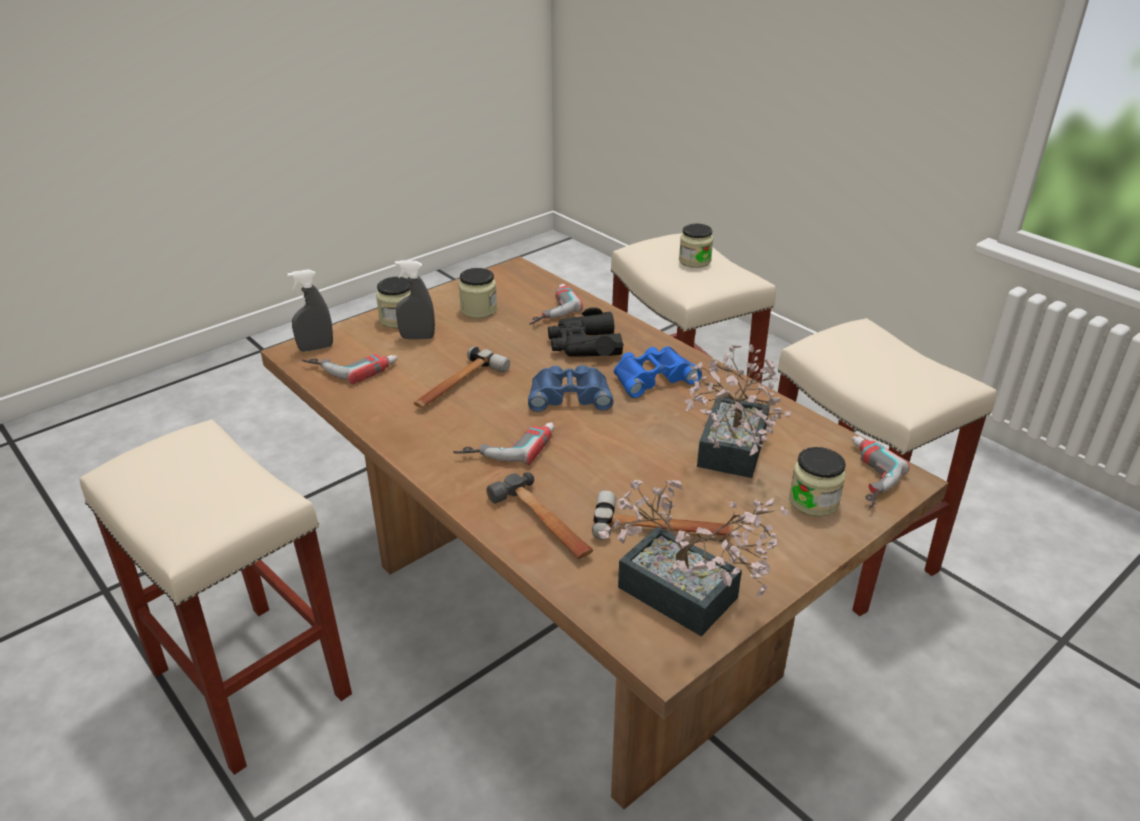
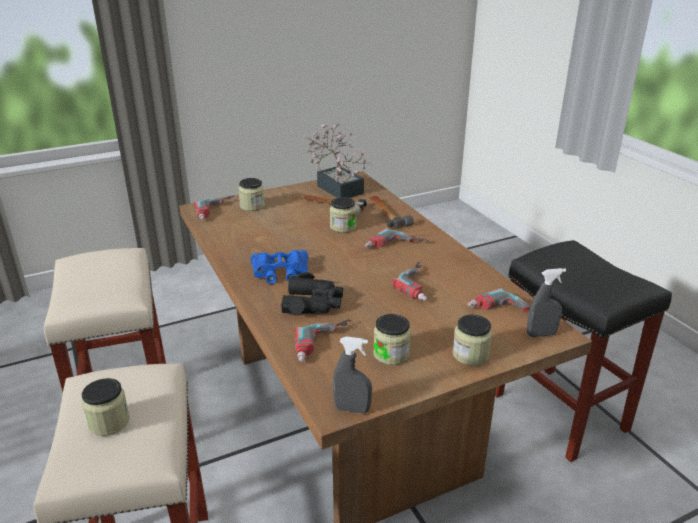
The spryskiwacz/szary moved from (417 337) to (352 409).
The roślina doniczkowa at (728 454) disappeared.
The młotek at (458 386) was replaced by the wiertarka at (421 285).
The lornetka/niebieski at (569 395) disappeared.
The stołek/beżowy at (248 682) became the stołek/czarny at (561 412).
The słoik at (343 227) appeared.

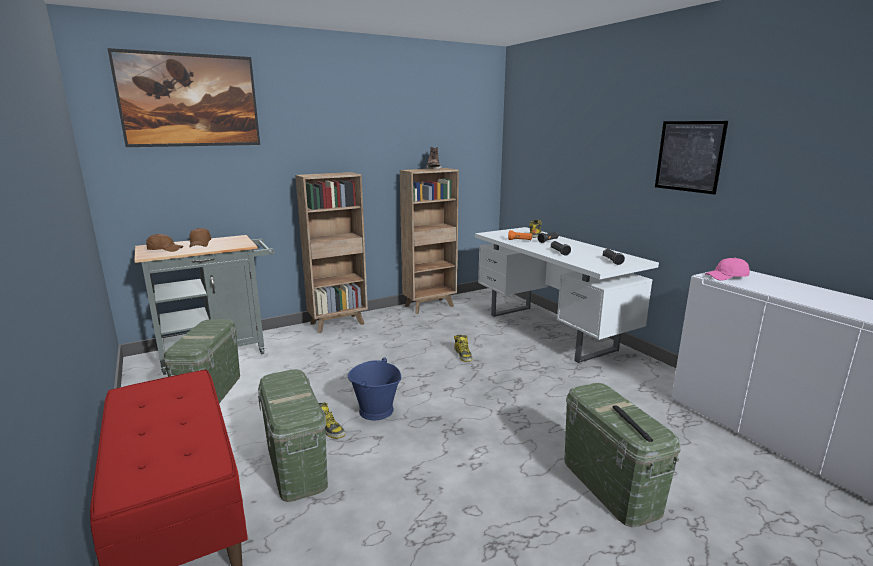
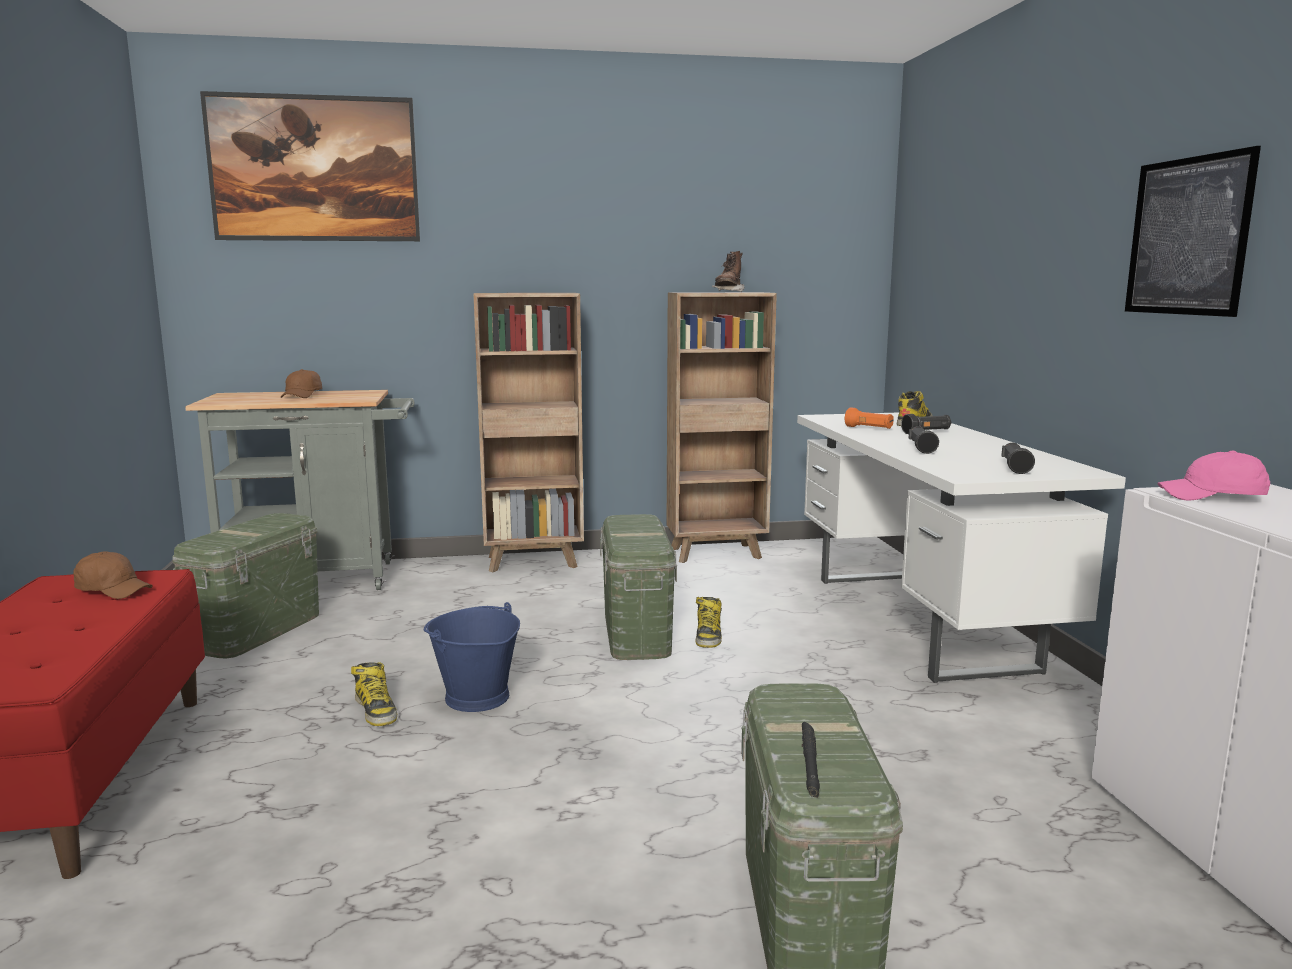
The czapka z daszkiem/brązowy moved from (165 250) to (114 590).
The pojemnik do przechowywania/zielony moved from (296 465) to (637 633).

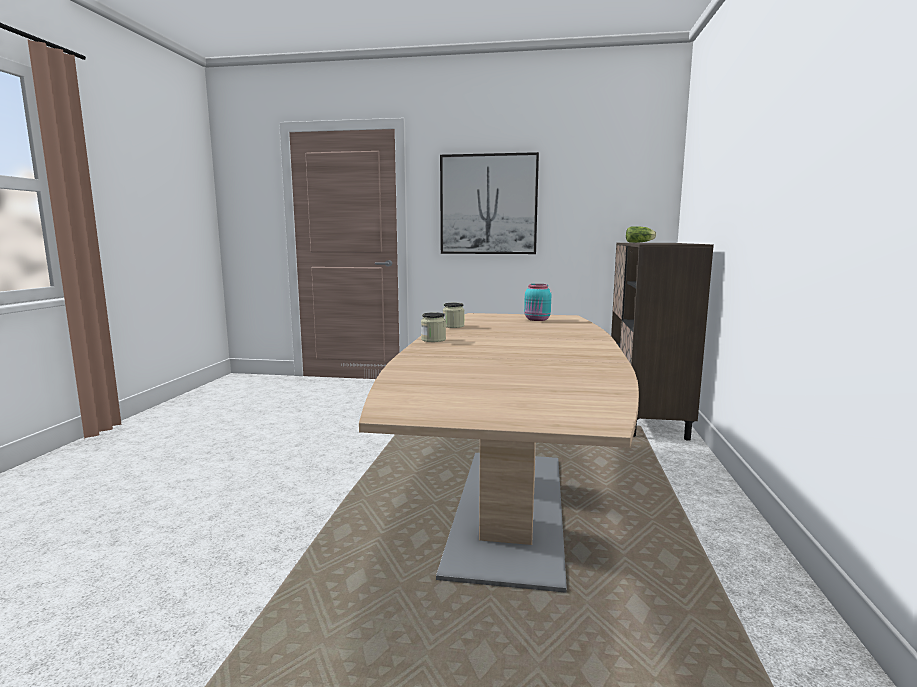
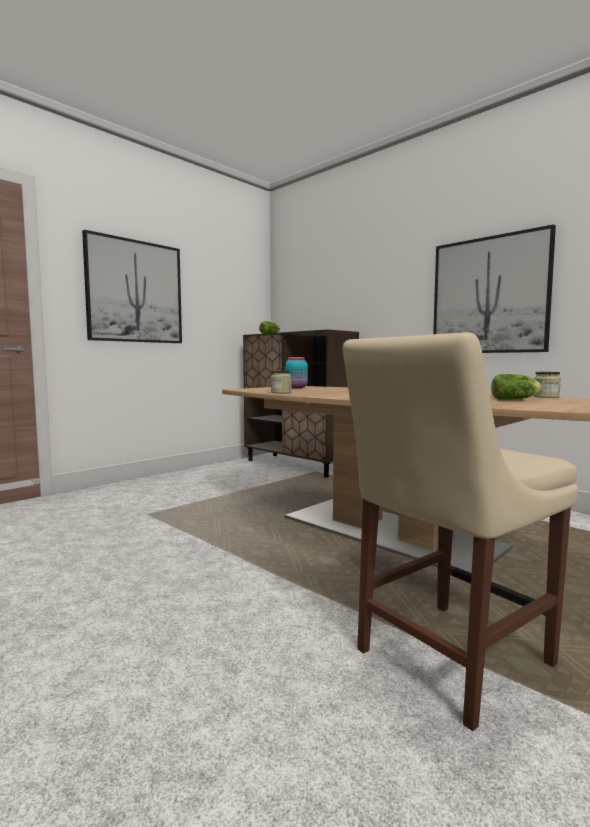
The słoik moved from (433 340) to (546 397).
The obraz at (489 295) appeared.
The krzesło/beżowy at (446 659) appeared.
The sałata at (516 399) appeared.

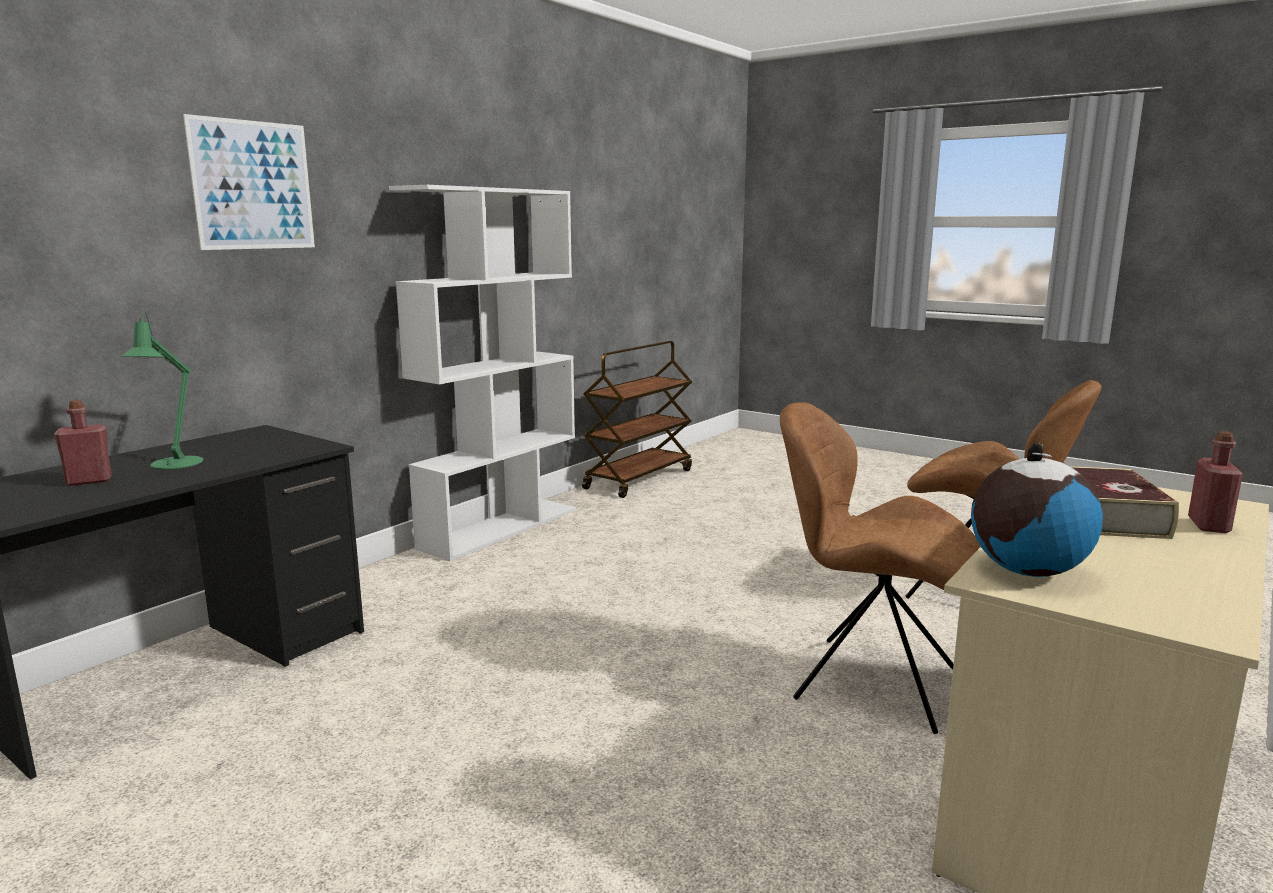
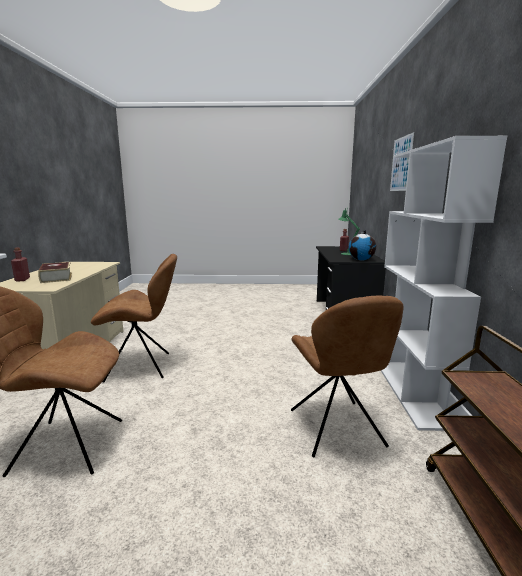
The globus moved from (1026 571) to (361 260).
The krzesło/brązowy at (337 430) appeared.

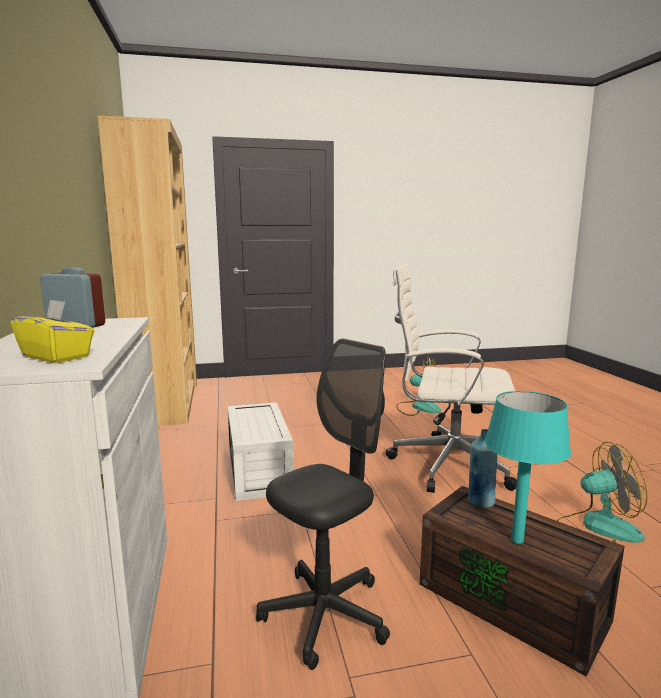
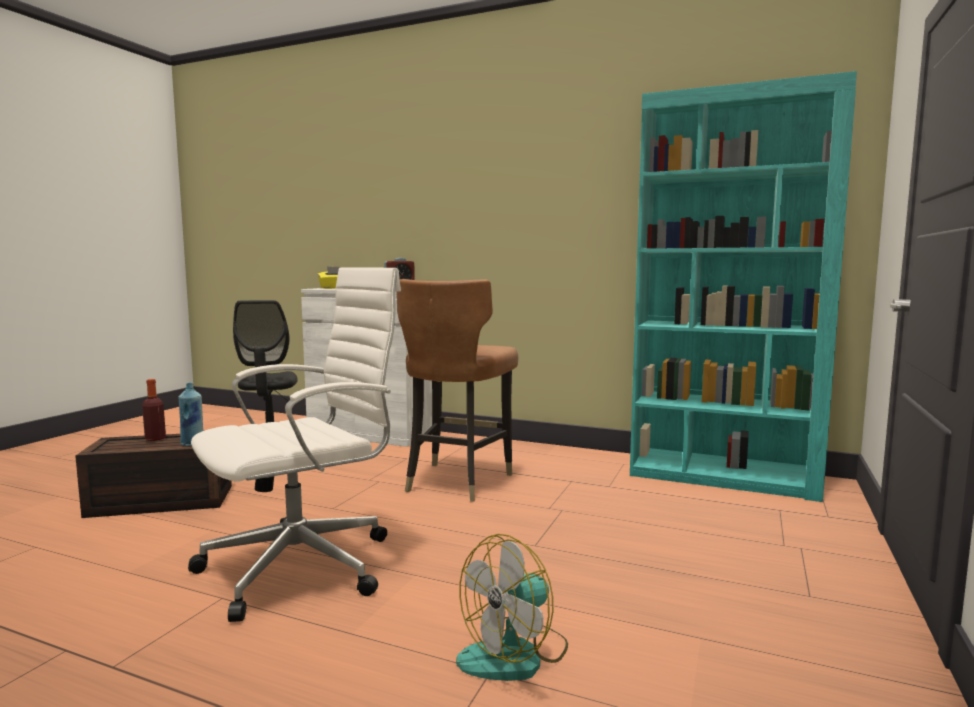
The regał/brązowy at (167 403) became the regał/turkusowy at (723 476).
The lampa stołowa/turkusowy at (518 539) was replaced by the butelka at (155 438).
The pojemnik do przechowywania/biały at (261 471) was replaced by the krzesło/brązowy at (457 481).
The wentylator at (598 529) disappeared.

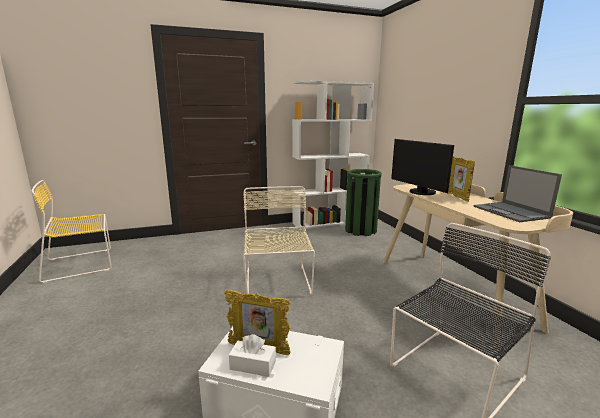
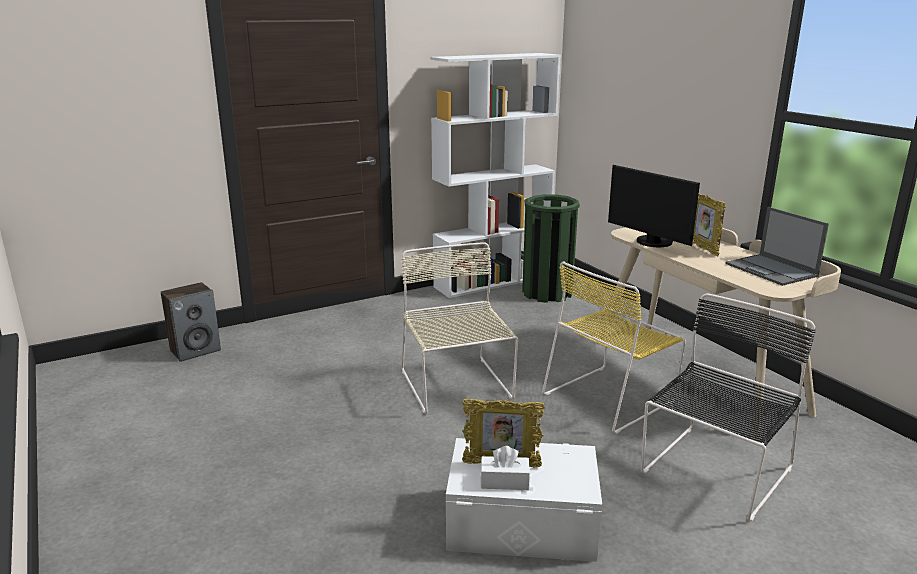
The krzesło/żółty moved from (82 264) to (611 396).
The głośnik at (195 350) appeared.

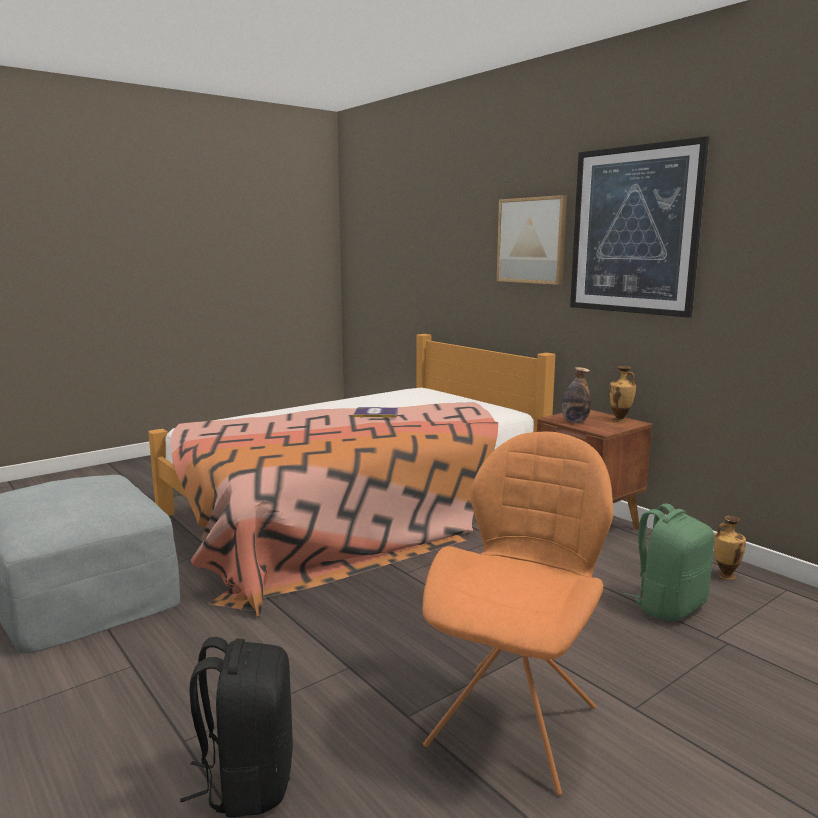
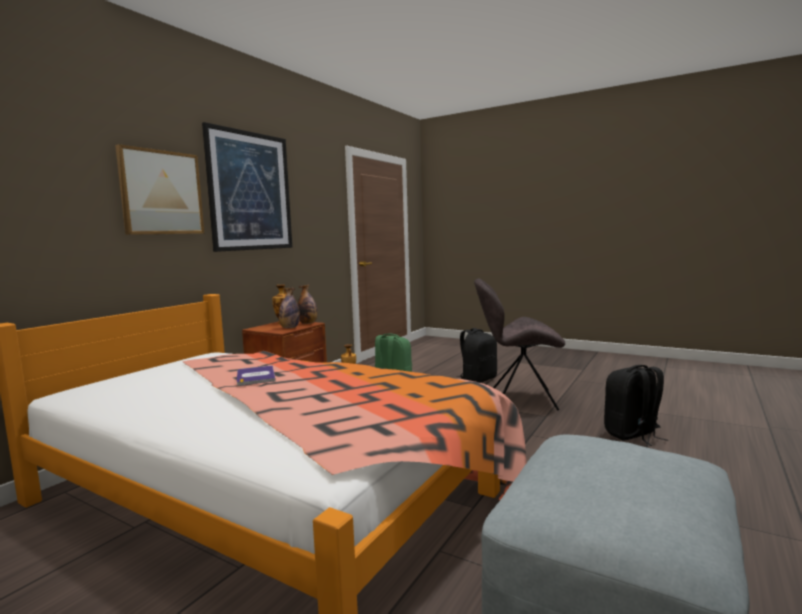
The krzesło/pomarańczowy at (515 722) became the krzesło/szary at (519 399).
The butelka at (308 323) appeared.
The plecak/czarny at (478 380) appeared.

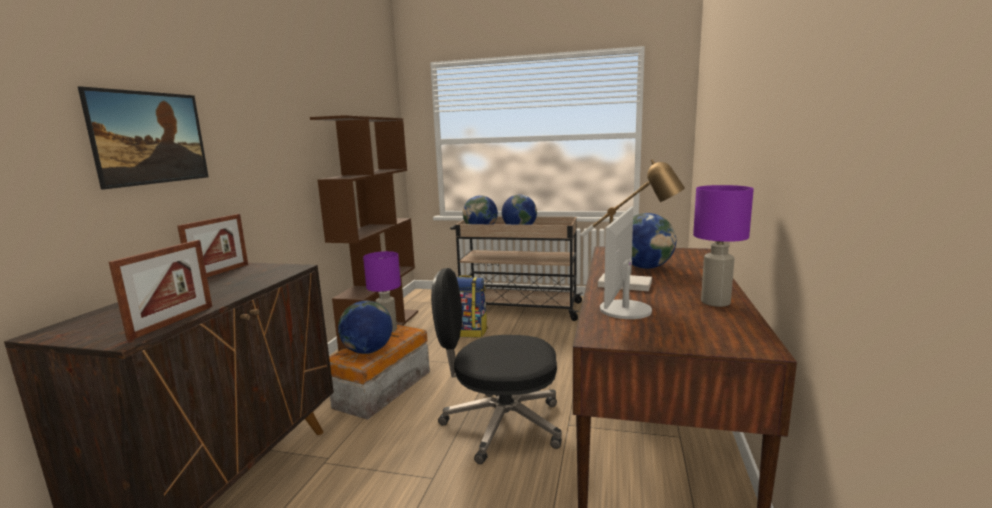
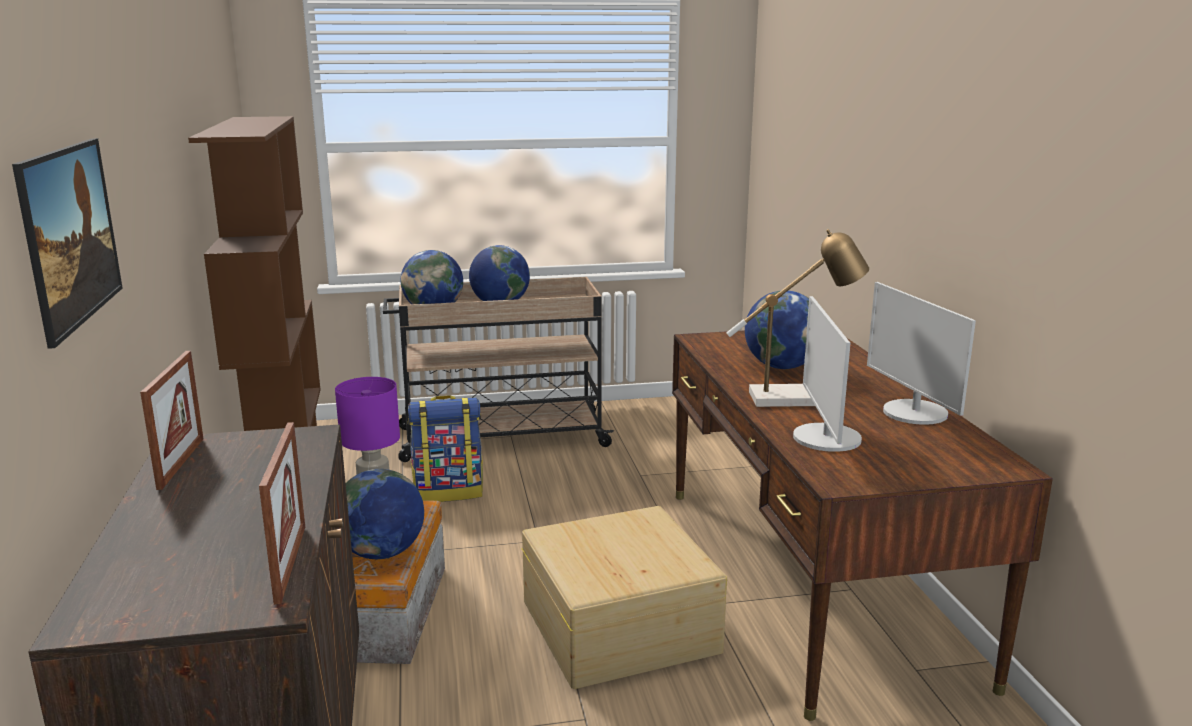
The lampa stołowa/fioletowy at (716 302) was replaced by the monitor at (914 413).
The krzesło biurowe/czarny at (500 424) was replaced by the pojemnik do przechowywania/beżowy at (619 624).

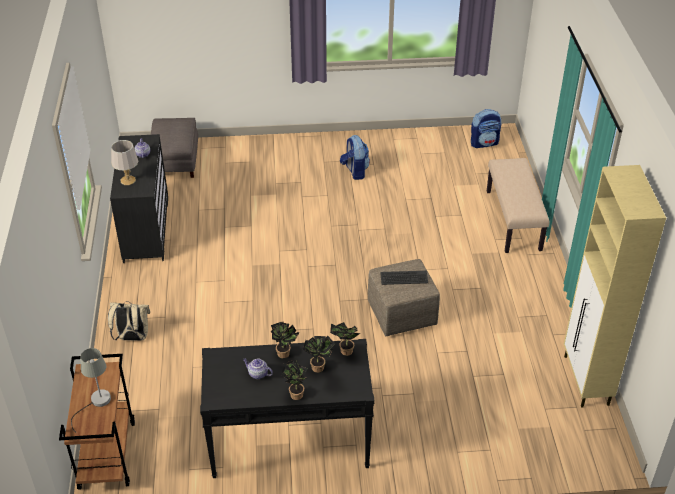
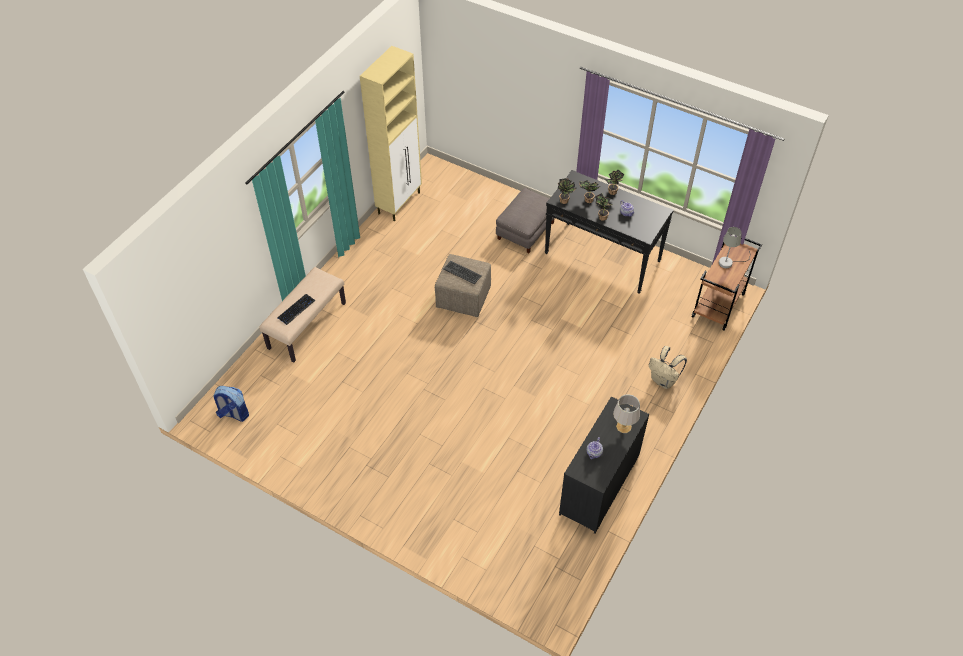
The pufa/szary moved from (175 161) to (525 230).
The plecak at (355 171) disappeared.
The klawiatura at (296 309) appeared.

